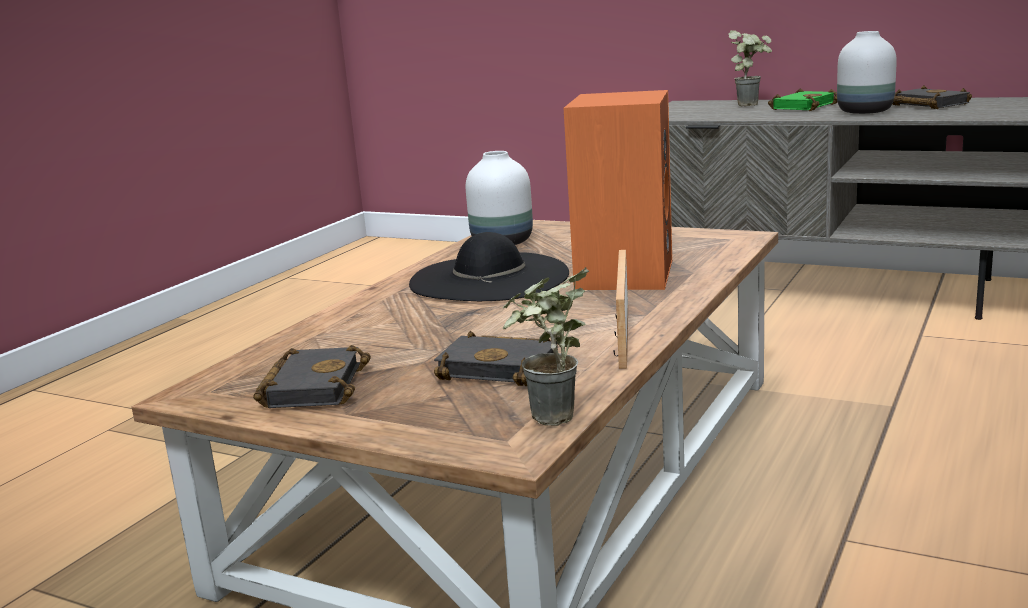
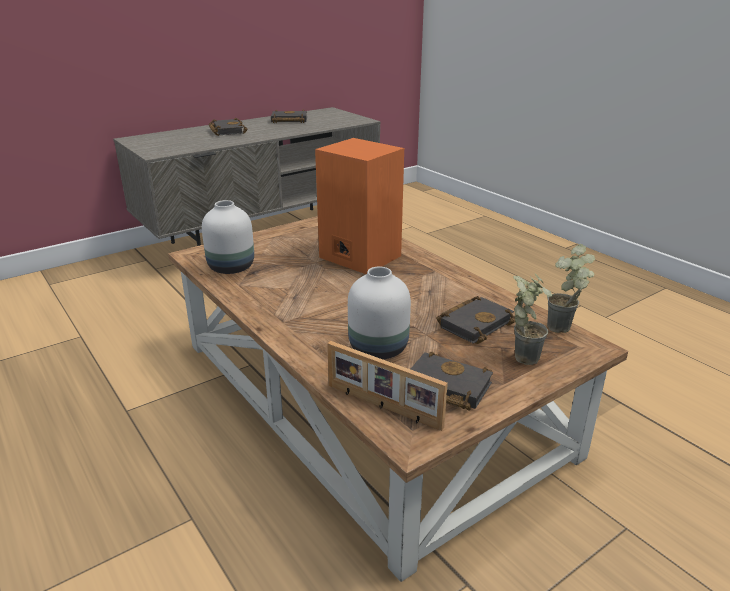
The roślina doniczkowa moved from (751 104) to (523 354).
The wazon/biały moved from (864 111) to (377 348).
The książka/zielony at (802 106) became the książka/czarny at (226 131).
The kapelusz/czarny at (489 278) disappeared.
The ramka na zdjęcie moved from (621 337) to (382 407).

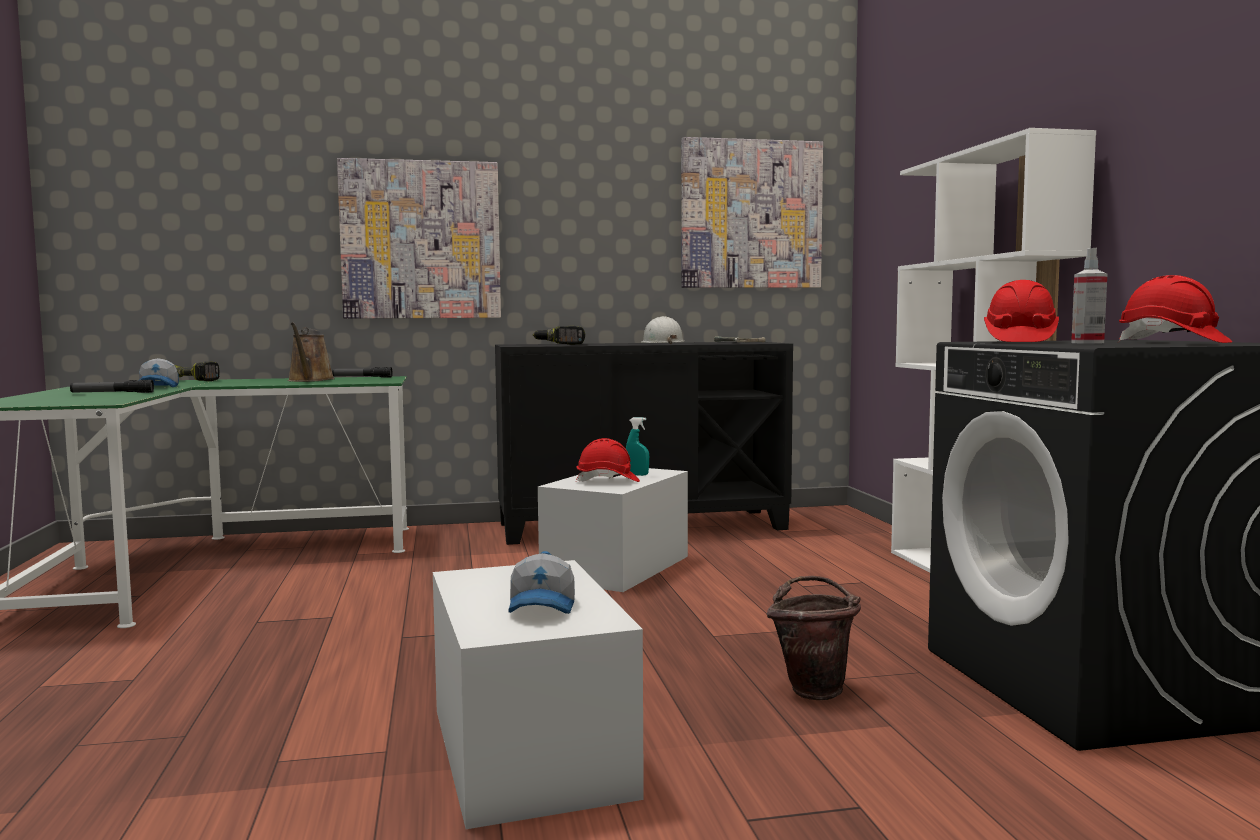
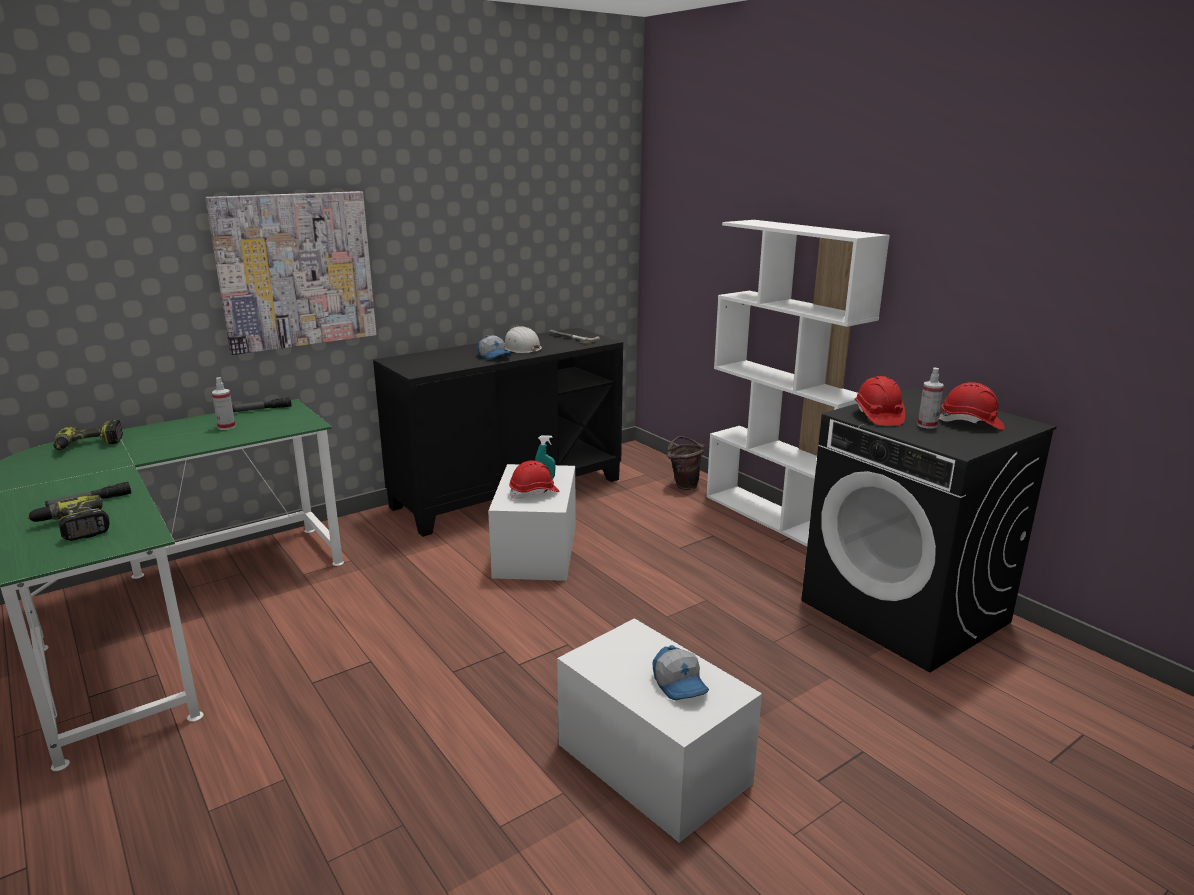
The obraz at (751 214) disappeared.
The konewka/brązowy at (310 380) was replaced by the spryskiwacz at (226 427).
The wiertarka moved from (560 344) to (73 528).
The czapka z daszkiem moved from (159 387) to (494 356).
The wiadro/brązowy moved from (814 689) to (684 485).

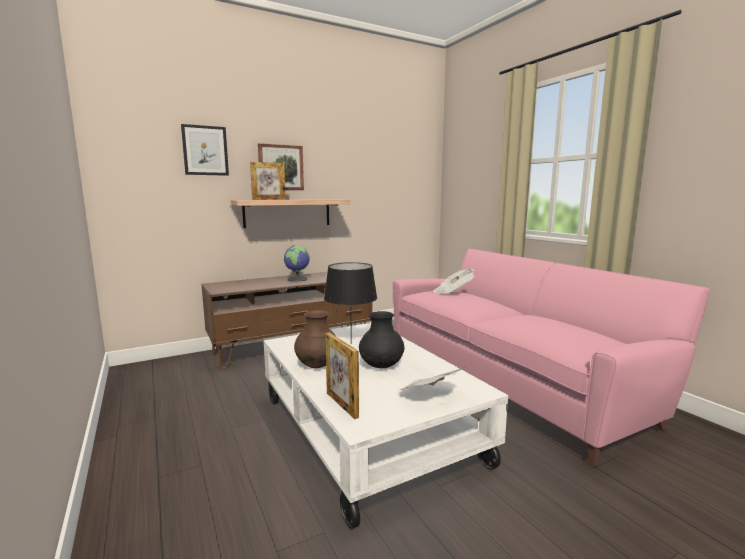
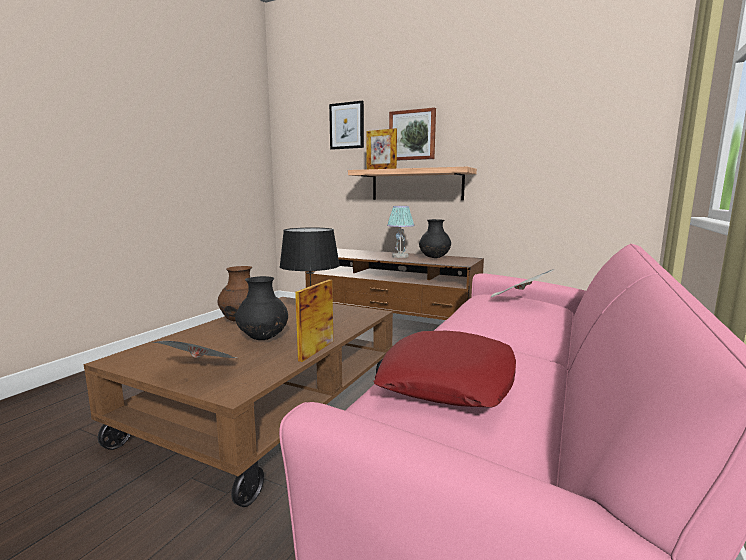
The globus at (297 279) was replaced by the lampa stołowa at (400 256).
The ława/biały at (367 430) became the ława/brązowy at (271 407).
The ramka na zdjęcie moved from (341 405) to (316 350).
The wazon/czarny at (434 258) appeared.
The poduszka/czerwony at (448 380) appeared.

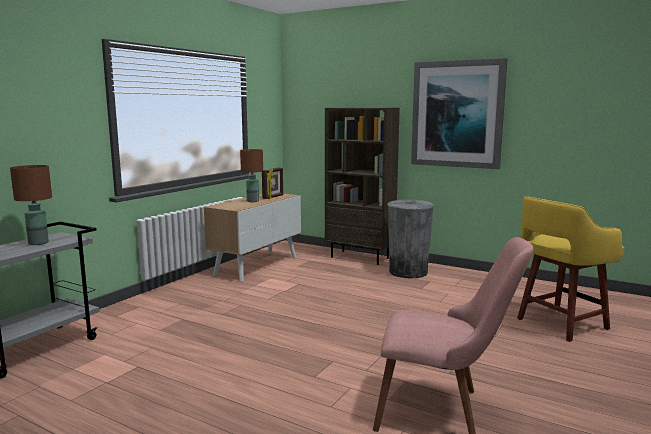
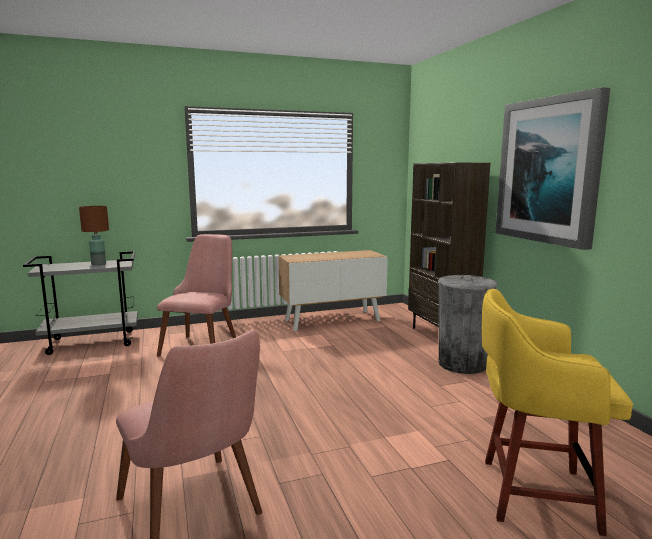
The lampa stołowa/brązowy at (253 201) disappeared.
The ramka na zdjęcie at (273 197) disappeared.
The krzesło/różowy at (203 344) appeared.

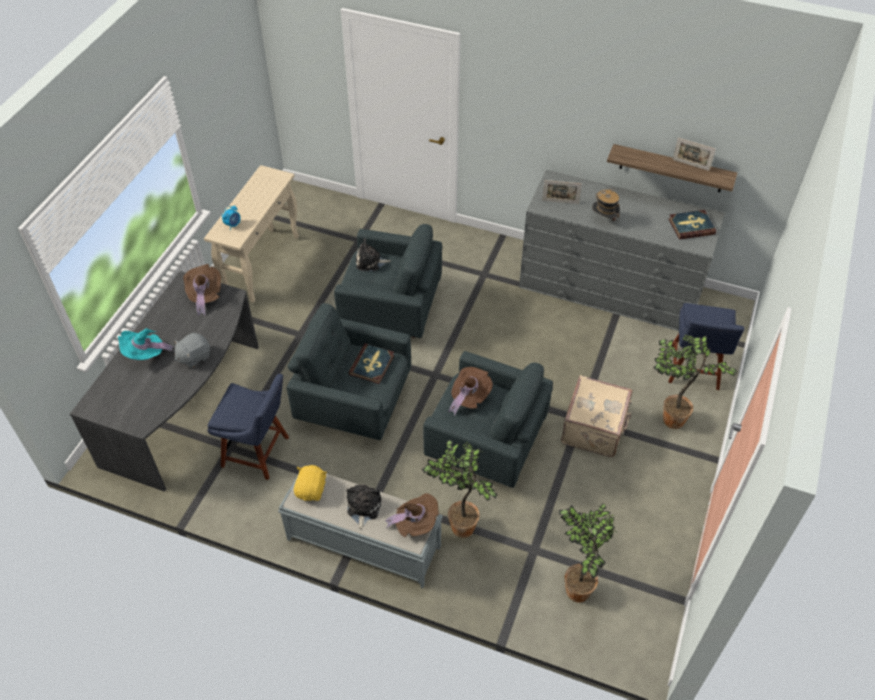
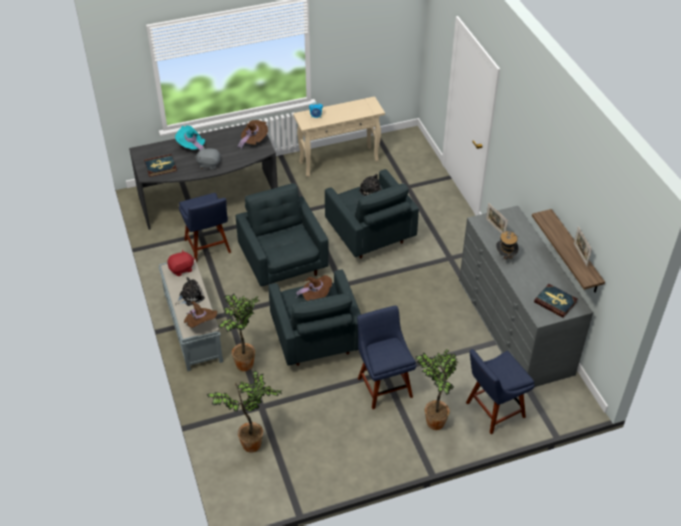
The książka moved from (372 365) to (160 167).
The walizka/beżowy at (595 428) was replaced by the krzesło/niebieski at (383 385).
The pluszak/żółty at (311 490) became the pluszak/czerwony at (181 269).

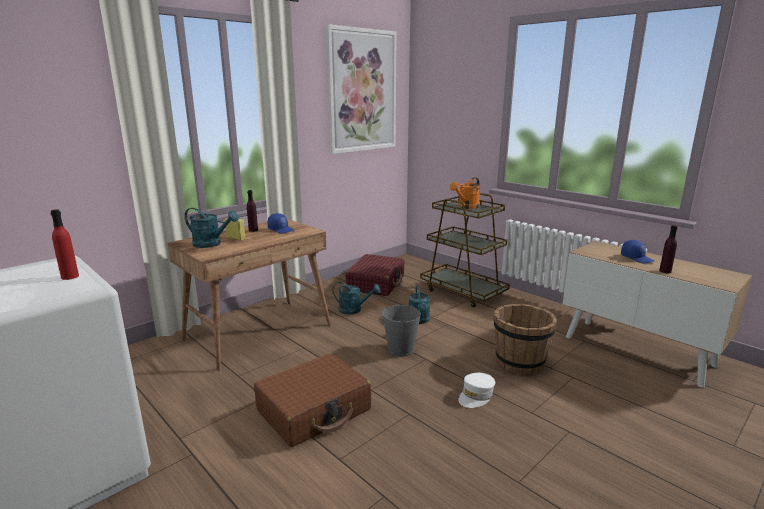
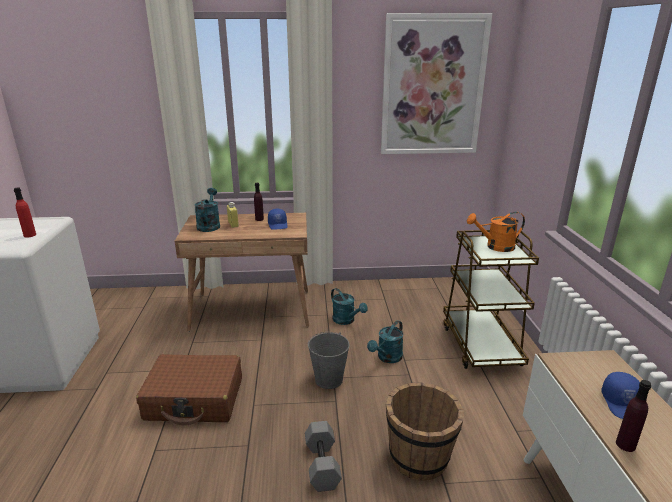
The konewka/turkusowy at (211 244) turned 150 degrees counterclockwise.
The walizka/czerwony at (376 283) disappeared.
The czapka z daszkiem/biały at (476 396) was replaced by the hantel/szary at (323 465).

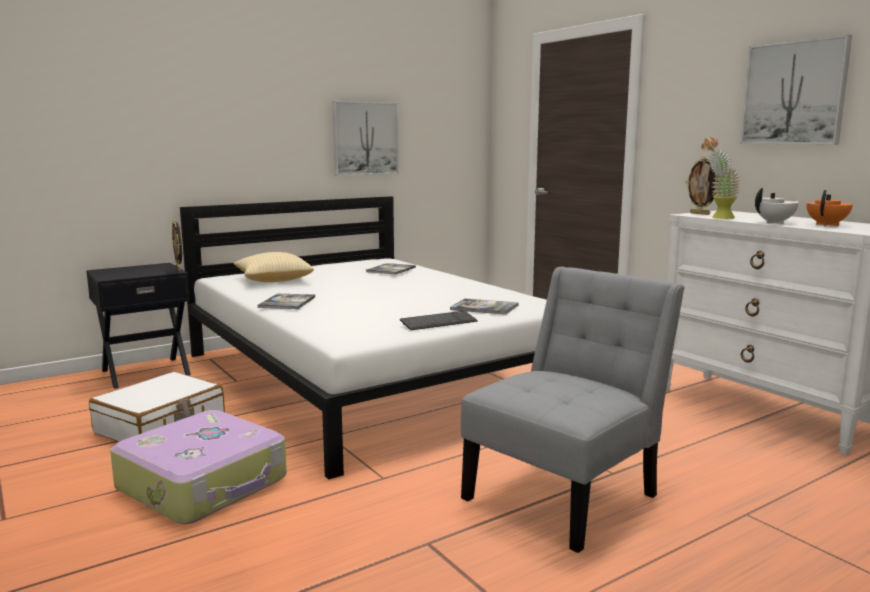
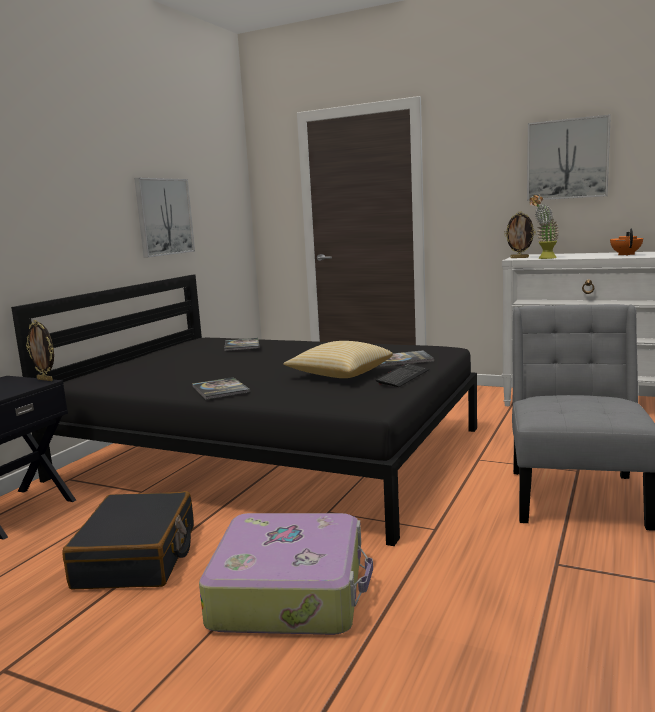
The imbryk/biały at (775 222) disappeared.
The łóżko/biały at (371 377) became the łóżko/czarny at (271 452).
The poduszka moved from (274 280) to (340 374).
The walizka/biały at (161 425) became the walizka/czarny at (137 557).

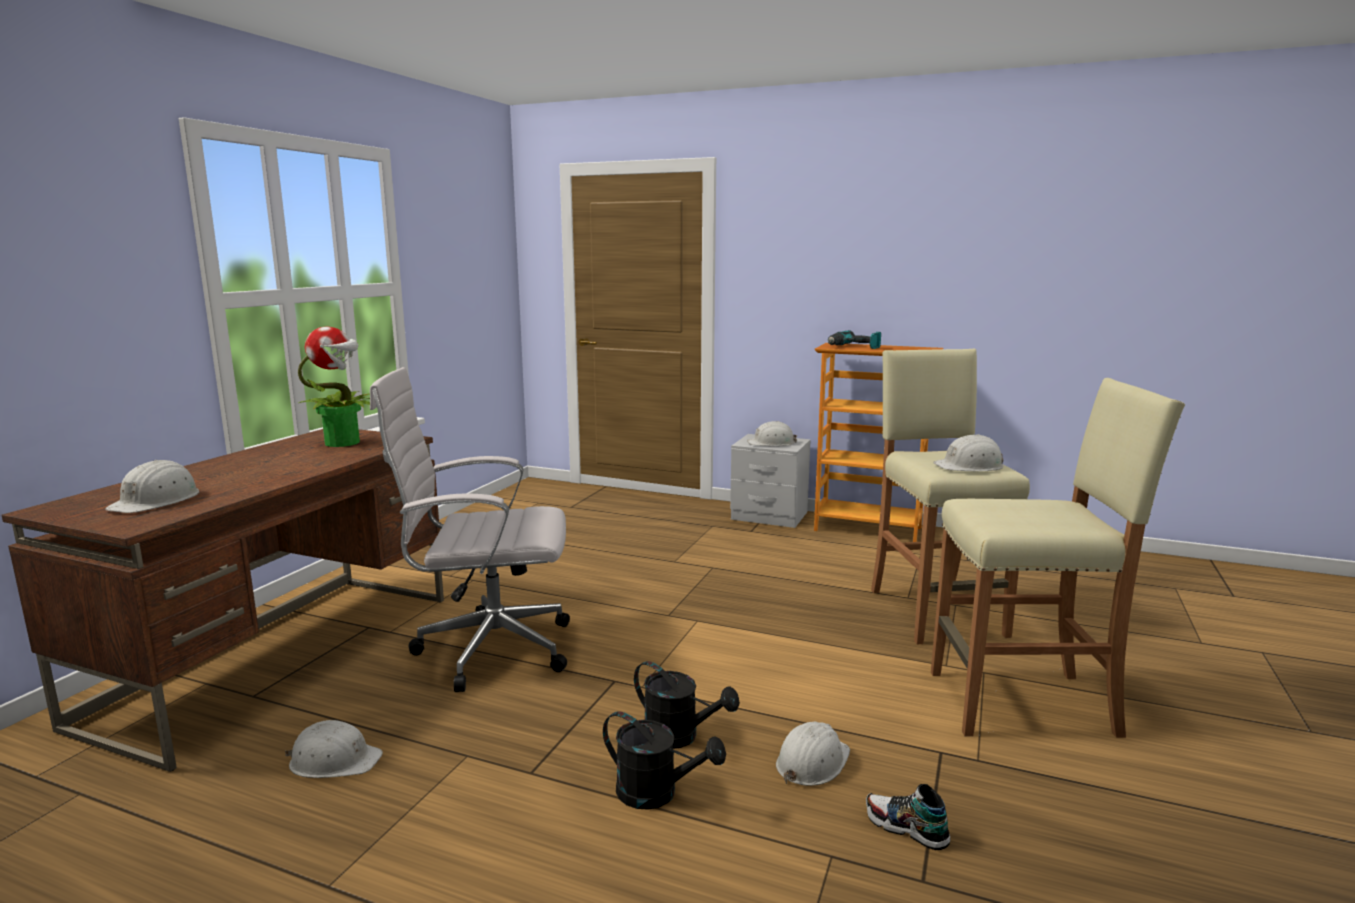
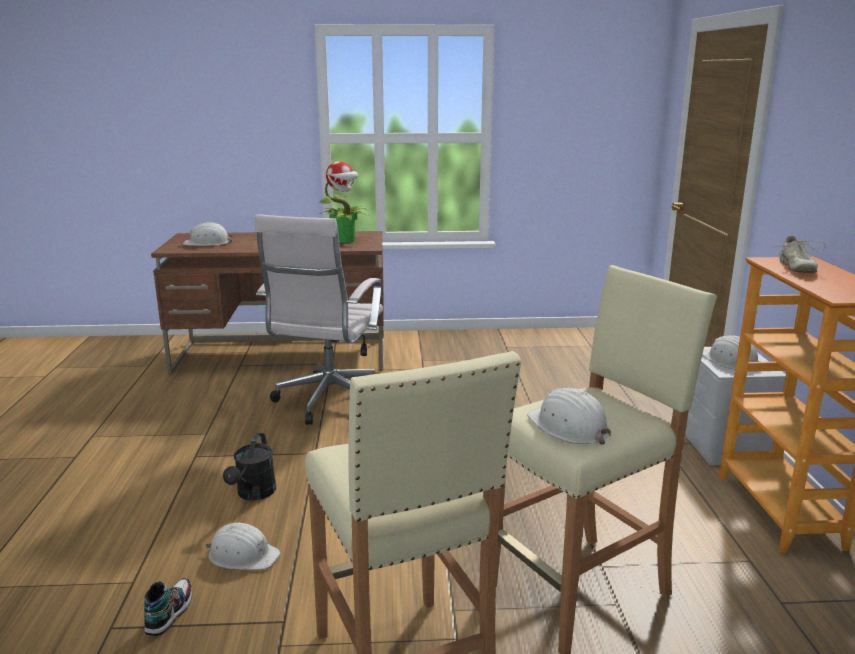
The wiertarka at (854 347) was replaced by the but/beżowy at (796 268).
The krzesło biurowe/biały at (487 650) turned 135 degrees counterclockwise.
The konewka/czarny at (657 793) disappeared.
The kask/biały at (334 760) disappeared.

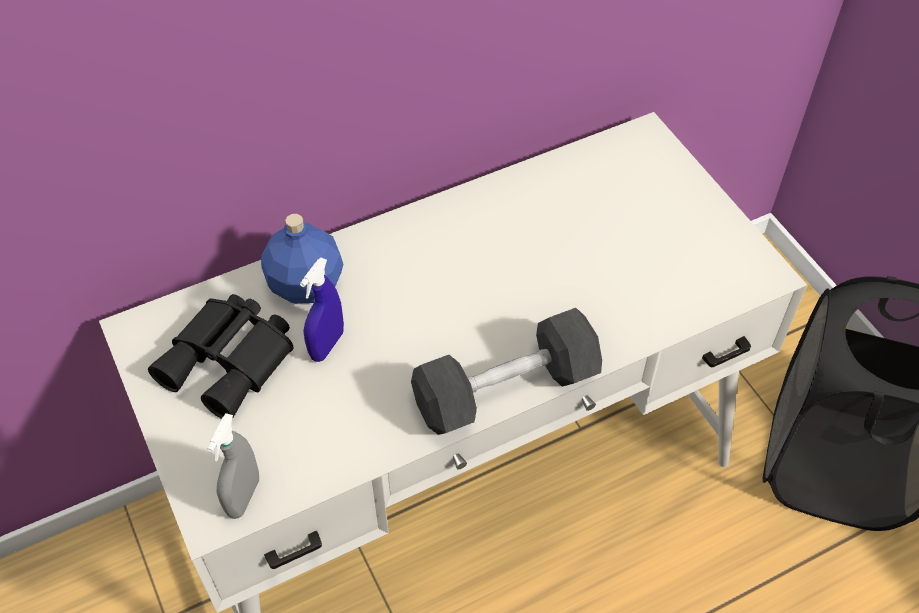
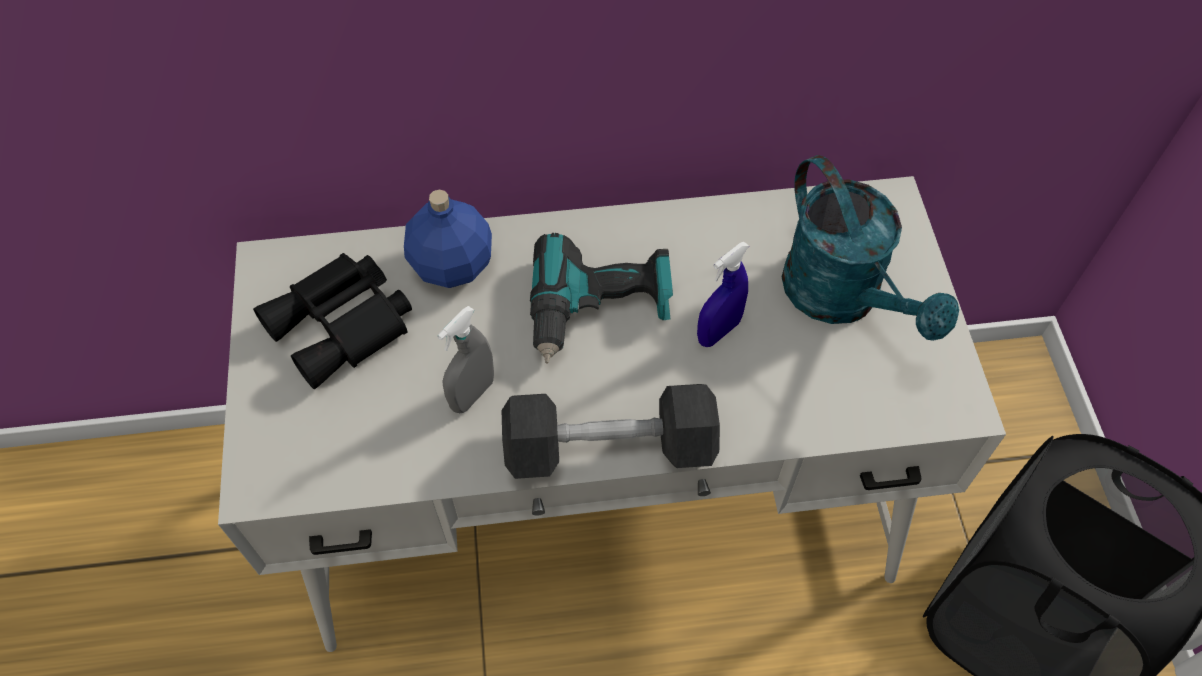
The spryskiwacz/niebieski moved from (327 345) to (718 331).
The spryskiwacz/szary moved from (243 497) to (472 394).
The konewka/turkusowy at (843 298) appeared.
The wiertarka at (600 310) appeared.

